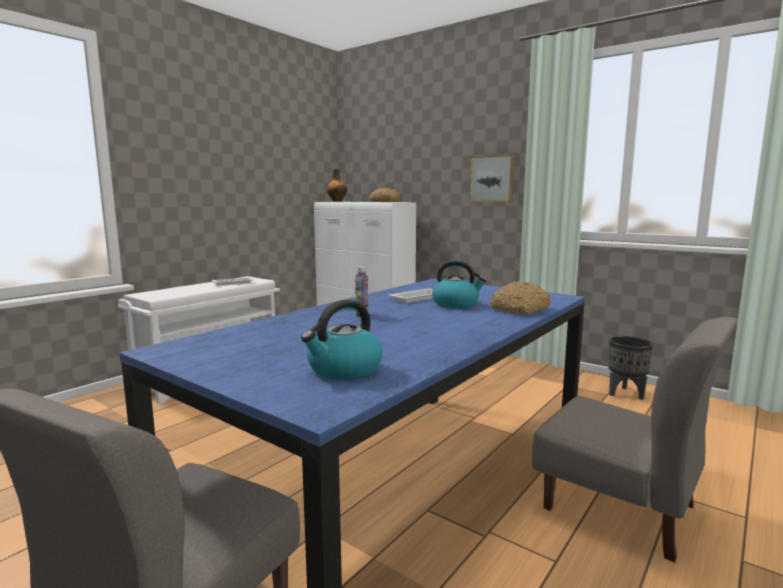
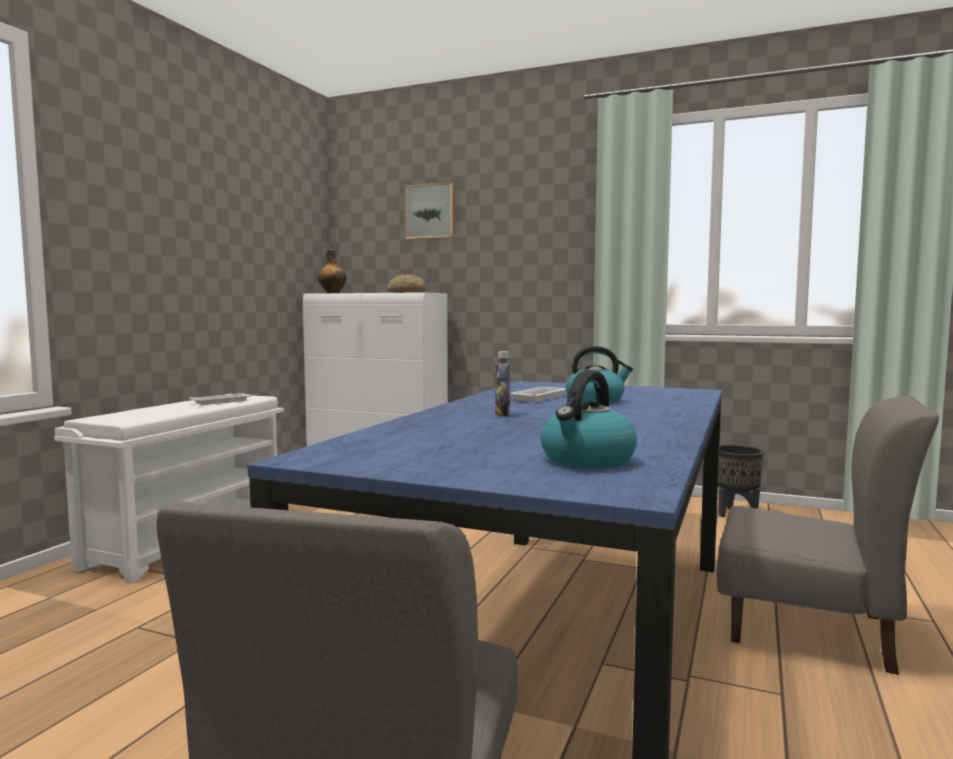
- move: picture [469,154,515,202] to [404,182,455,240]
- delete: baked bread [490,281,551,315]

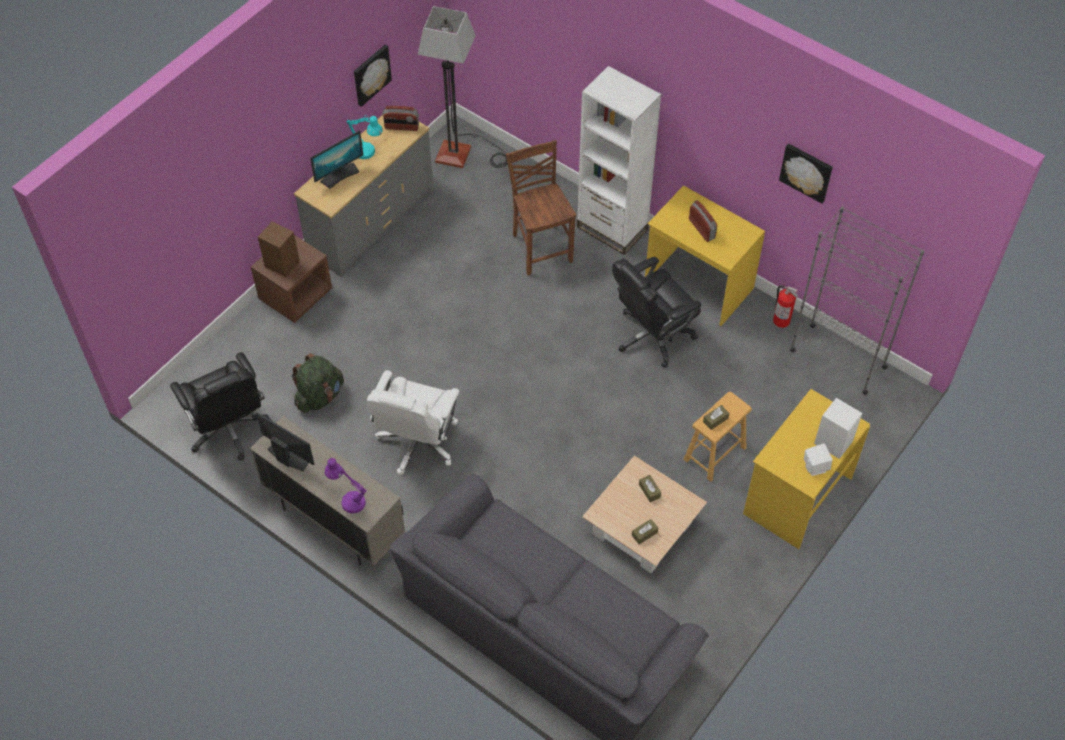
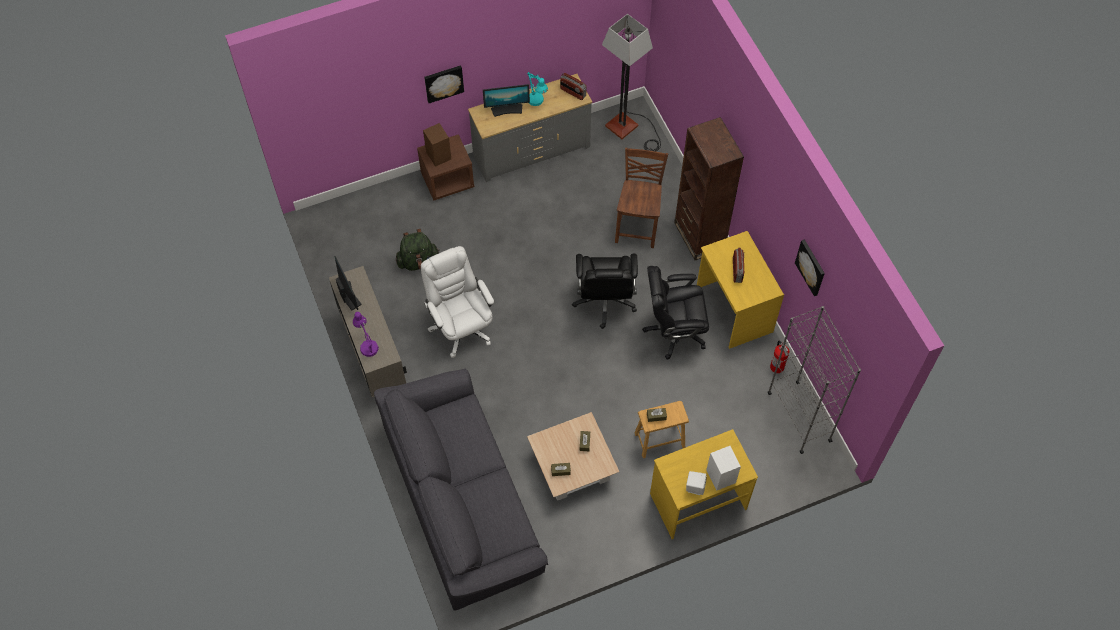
- rotate: computer chair/white-coloured [367,370,459,475] = [421,246,494,358] 105 degrees clockwise
- move: picture [354,45,392,107] to [424,65,464,103]
- move: computer chair/black-coloured [170,352,272,461] to [572,253,638,329]
- recolor: bookcase/white-coloured [577,66,661,255] to bookcase/brown [674,117,744,260]

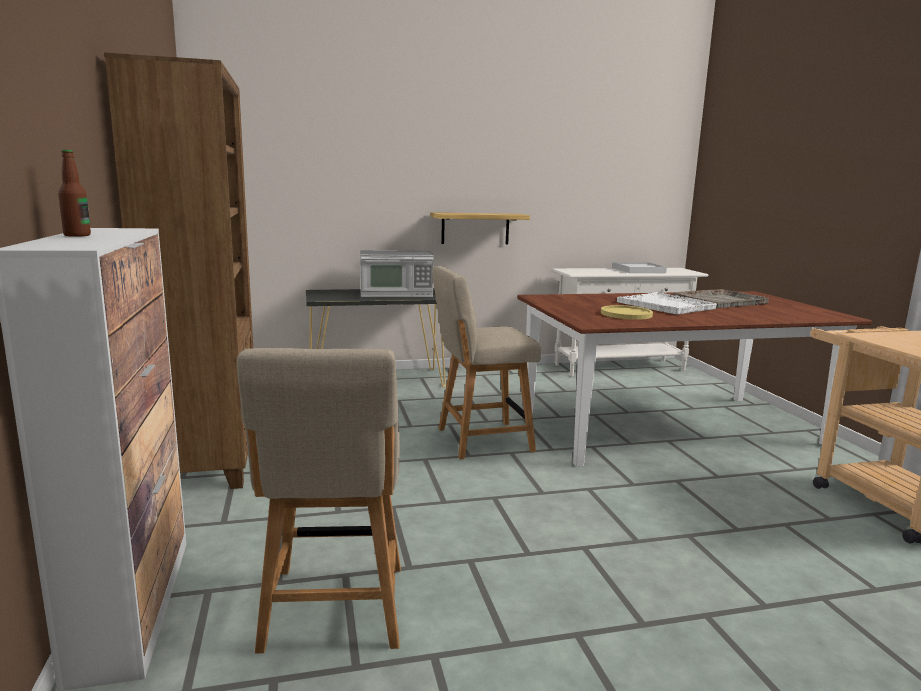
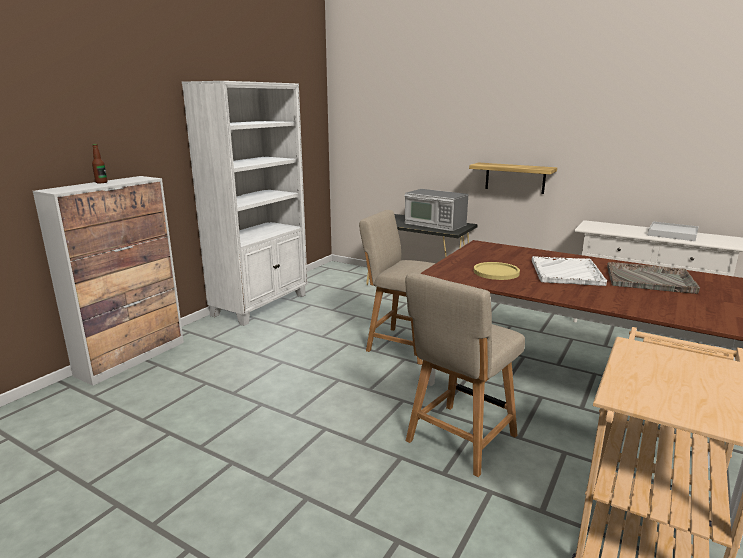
- recolor: bookcase/brown [104,52,253,489] to bookcase/white-coloured [182,81,308,326]
- move: upright chair/sand-coloured [237,348,401,654] to [405,272,525,477]

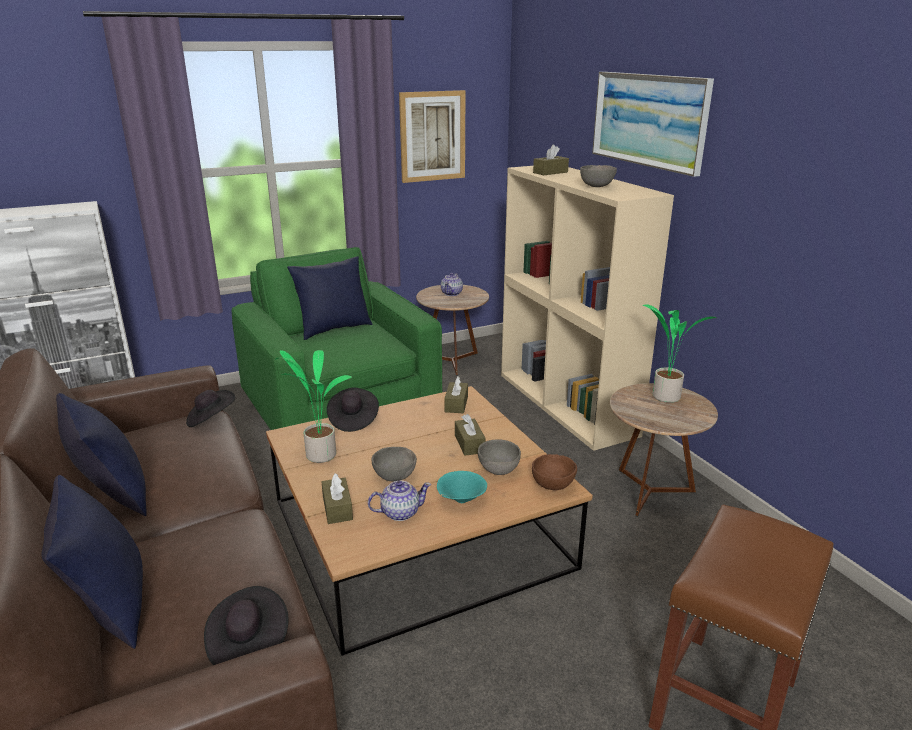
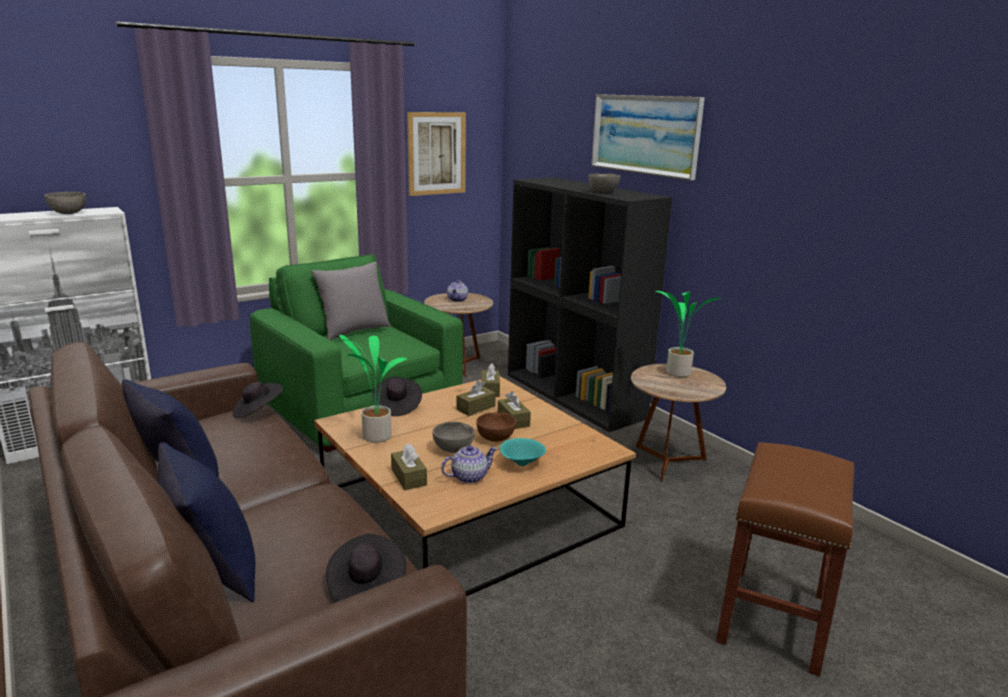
- move: bowl/gray [478,439,521,475] to [44,192,86,214]
- recolor: pillow/bluish [287,256,372,340] to pillow/gray [311,262,391,341]
- move: tissue box/brown [533,145,569,175] to [456,380,496,416]
- move: bowl/brown [532,454,577,490] to [476,412,516,442]
- recolor: bookcase/sand-coloured [501,166,674,451] to bookcase/black-coloured [508,177,672,432]

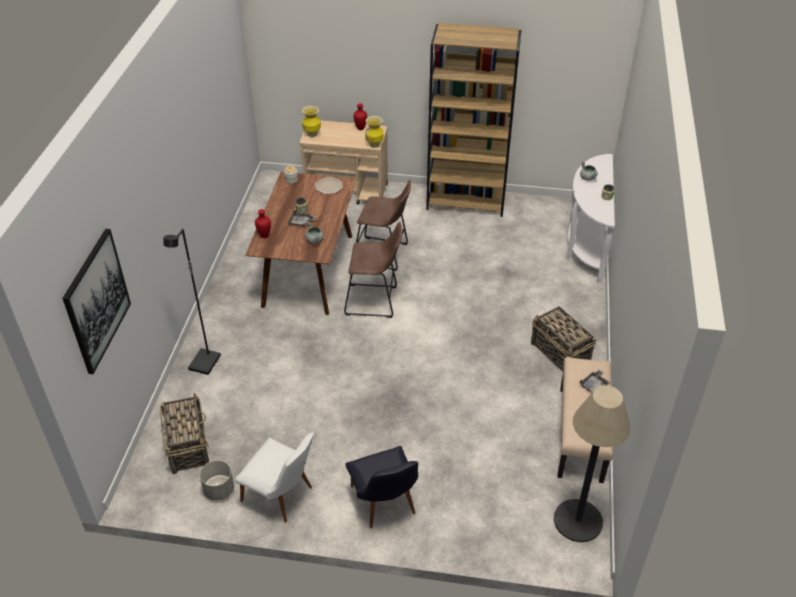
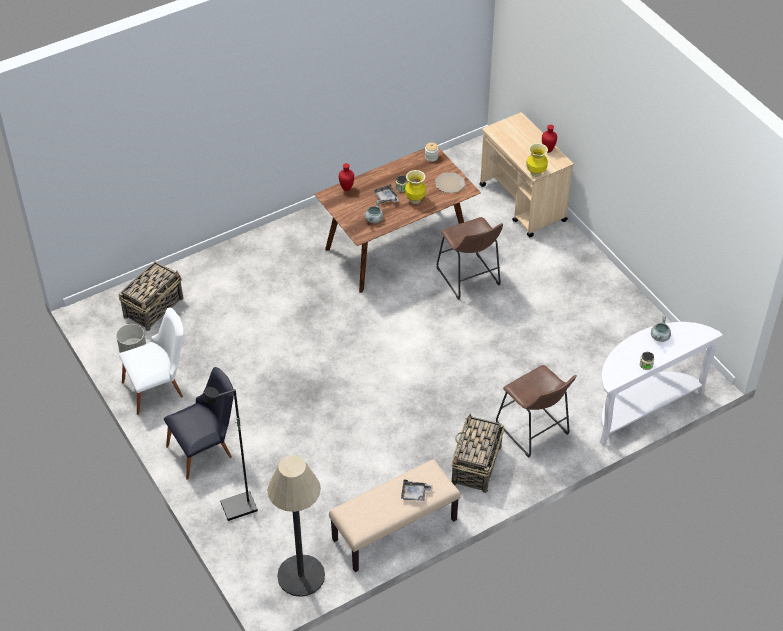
- rotate: upright chair/white-coloured [235,432,314,523] = [119,307,184,415] 105 degrees counterclockwise
- rotate: upright chair/black-coloured [346,446,418,528] = [164,367,234,480] 150 degrees counterclockwise
- move: floor lamp/black-coloured [164,229,221,375] to [202,387,258,521]
- move: decorative vase [302,106,321,137] to [405,170,426,204]
- move: stool seat/brown [344,222,402,318] to [496,365,577,458]
- delete: picture [62,229,131,374]
- delete: bookcase/brown [426,23,521,217]

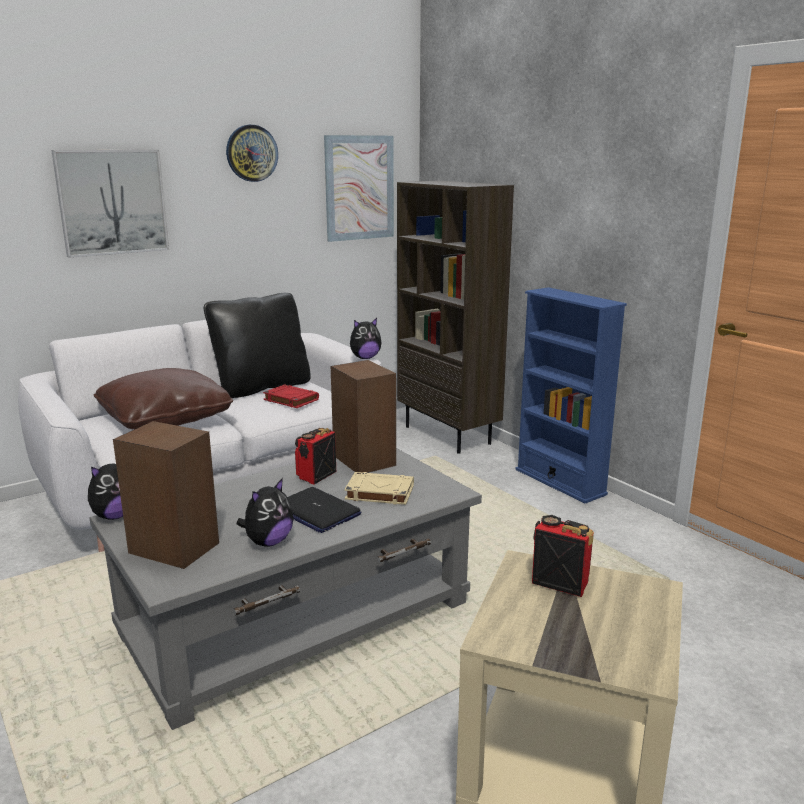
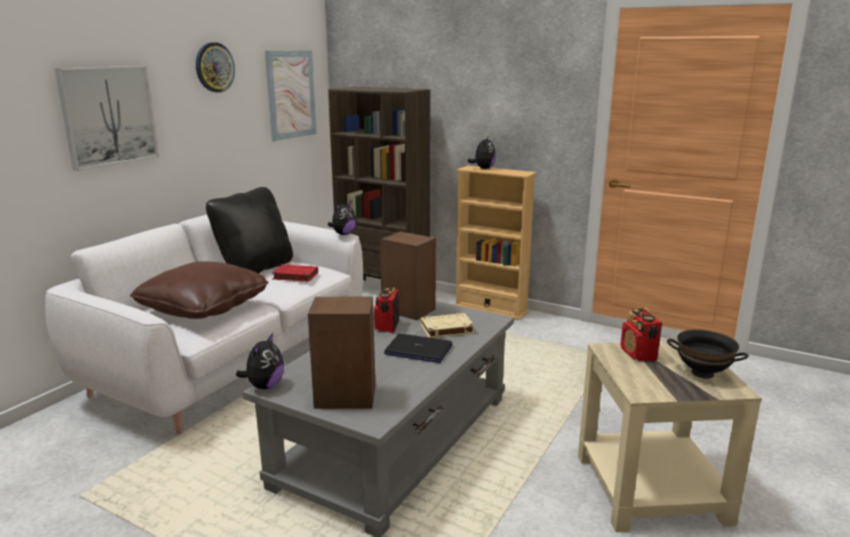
- recolor: bookcase/bluish [515,287,627,503] to bookcase/sand-coloured [454,166,536,320]
- move: soft toy [237,478,293,547] to [468,137,496,169]
- rotate: radio receiver [532,515,594,597] = [621,307,662,361] 105 degrees counterclockwise
- insert: bowl/black-coloured [667,329,749,379]

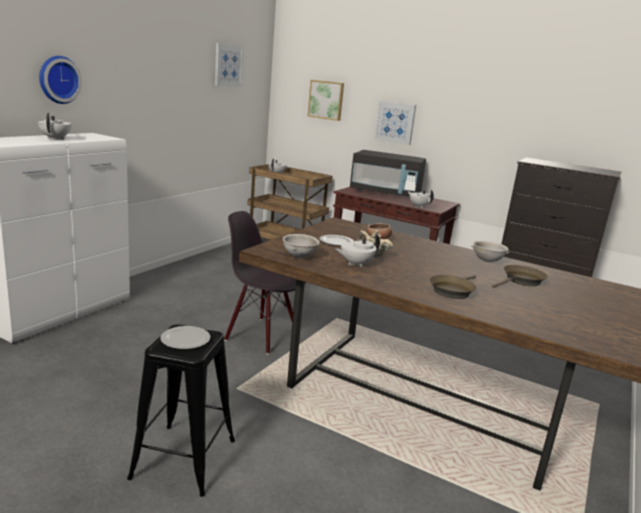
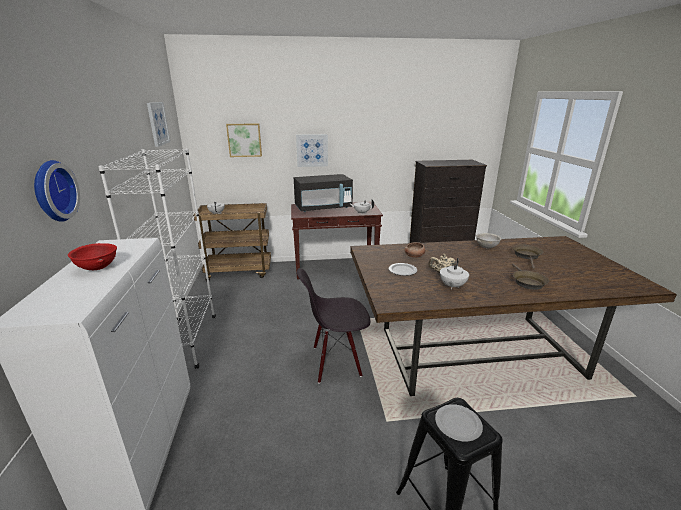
- replace: pot for tea/white-coloured [38,113,71,140] to bowl/red [68,243,117,270]
- insert: bookcase/white-coloured [99,148,216,369]
- delete: bowl/gray [283,234,320,258]

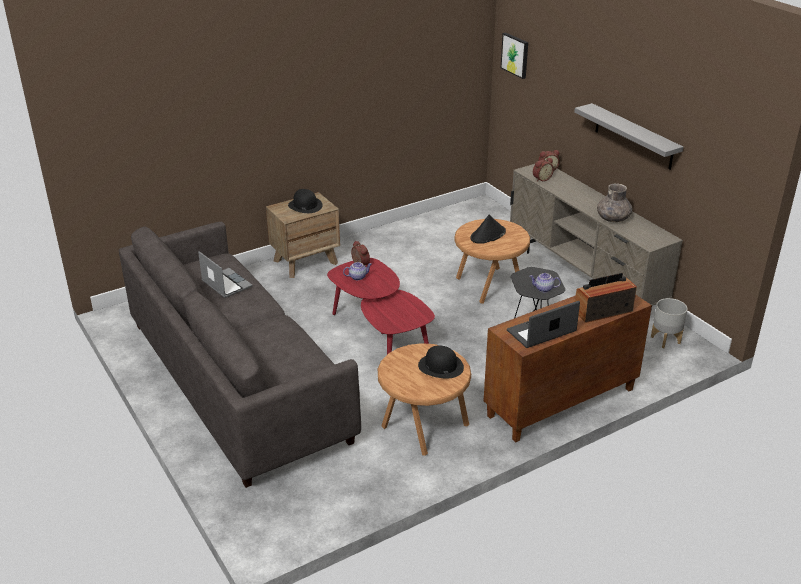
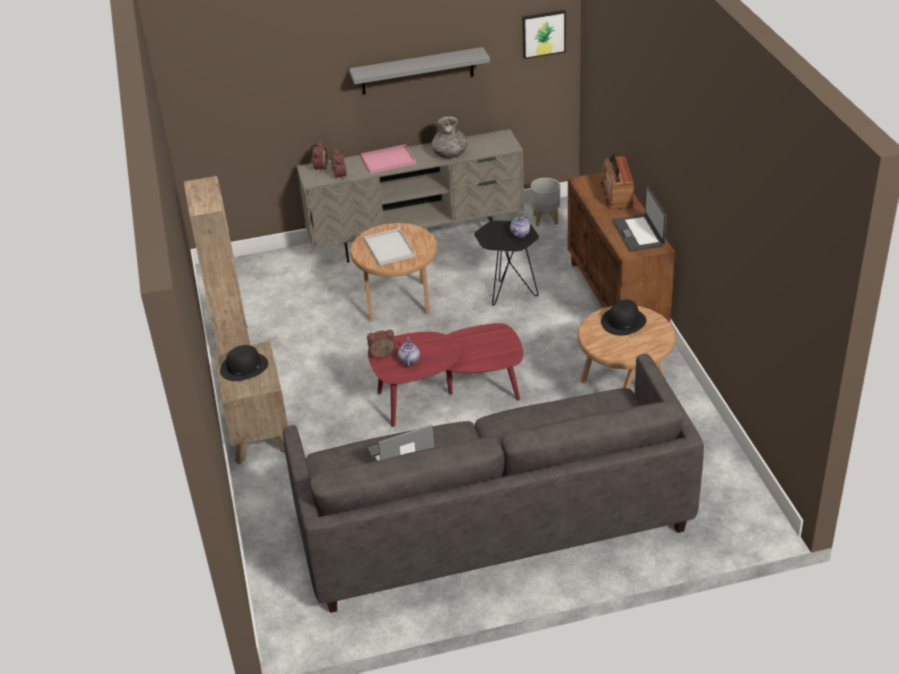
- insert: bookcase/brown [184,176,250,351]
- insert: serving tray/pink-coloured [361,144,416,174]
- replace: clothing hat/black-coloured [470,215,506,244] to serving tray/white-coloured [364,228,416,266]
- move: picture [501,33,528,79] to [522,10,566,59]

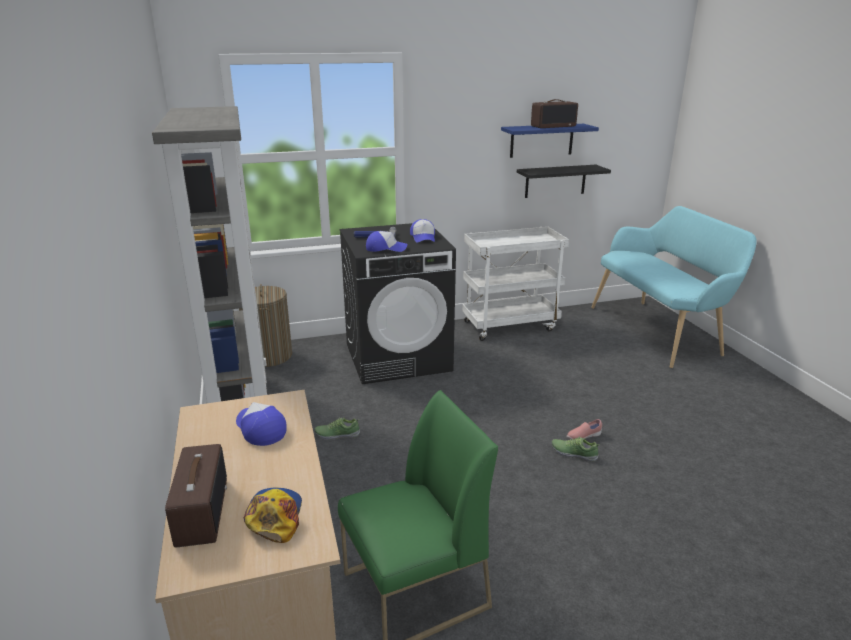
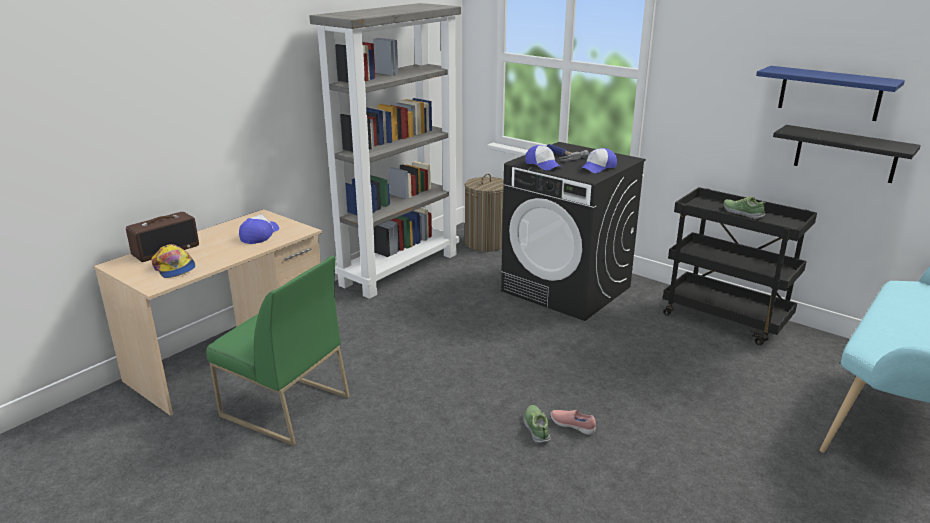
- rotate: peaked cap [244,488,302,543] = [151,244,196,278] 90 degrees clockwise
- recolor: wheeled cart/white-coloured [462,227,569,341] to wheeled cart/black-coloured [663,187,817,345]
- move: item of footwear [314,418,360,440] to [724,196,766,219]
- delete: radio receiver [531,99,578,128]

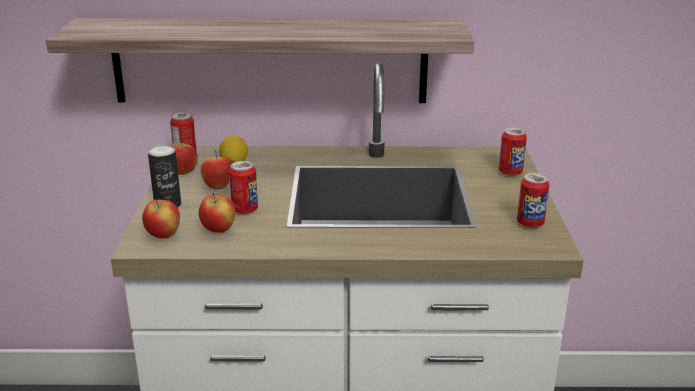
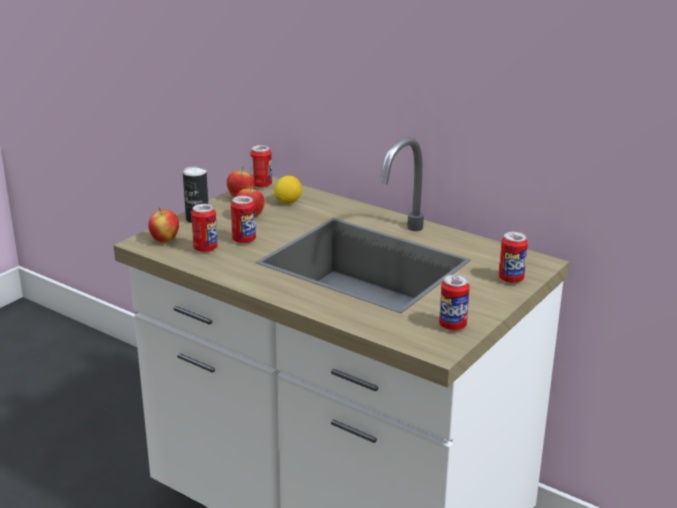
- replace: whole apple [199,193,235,233] to can [191,204,218,253]
- delete: bracket shelf [46,18,474,103]

